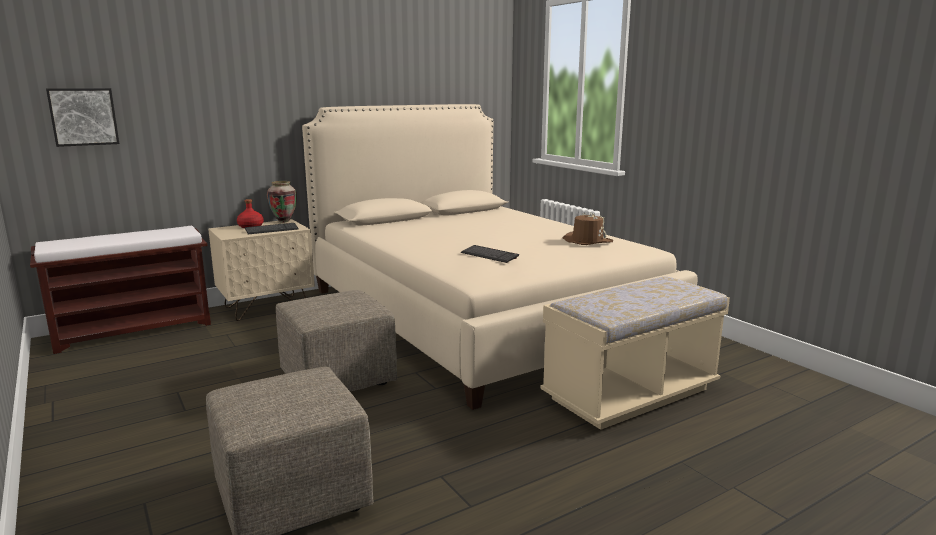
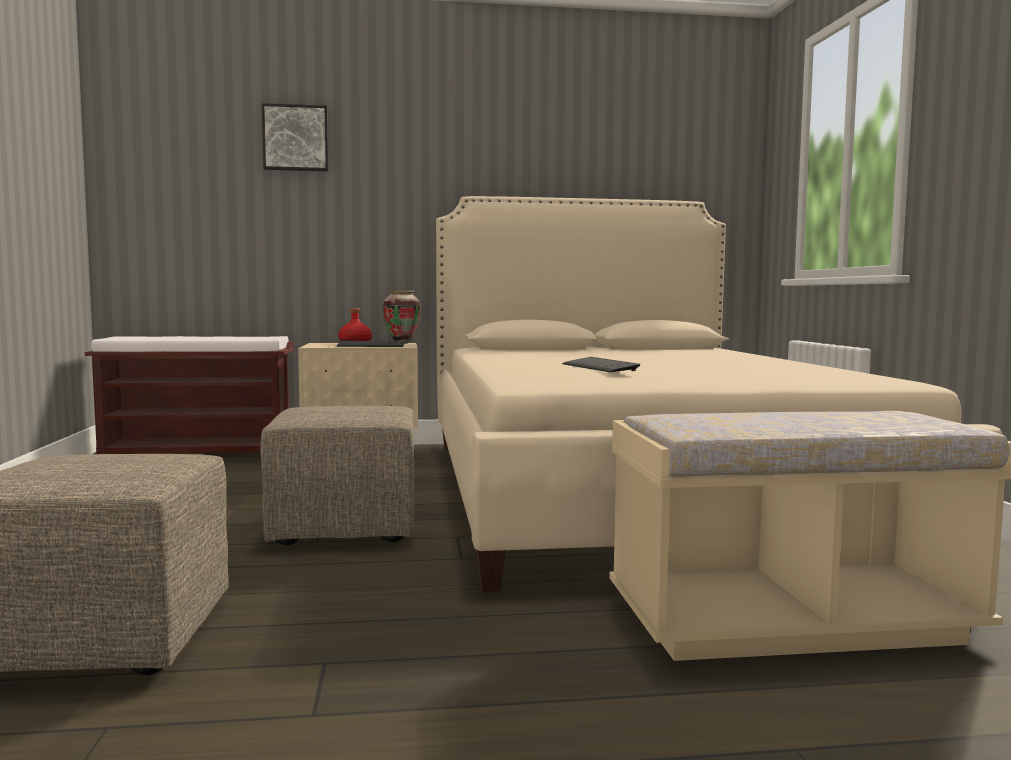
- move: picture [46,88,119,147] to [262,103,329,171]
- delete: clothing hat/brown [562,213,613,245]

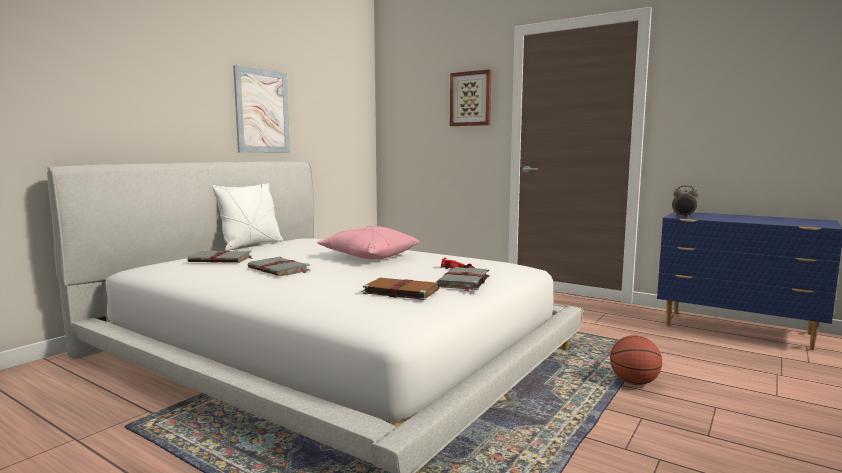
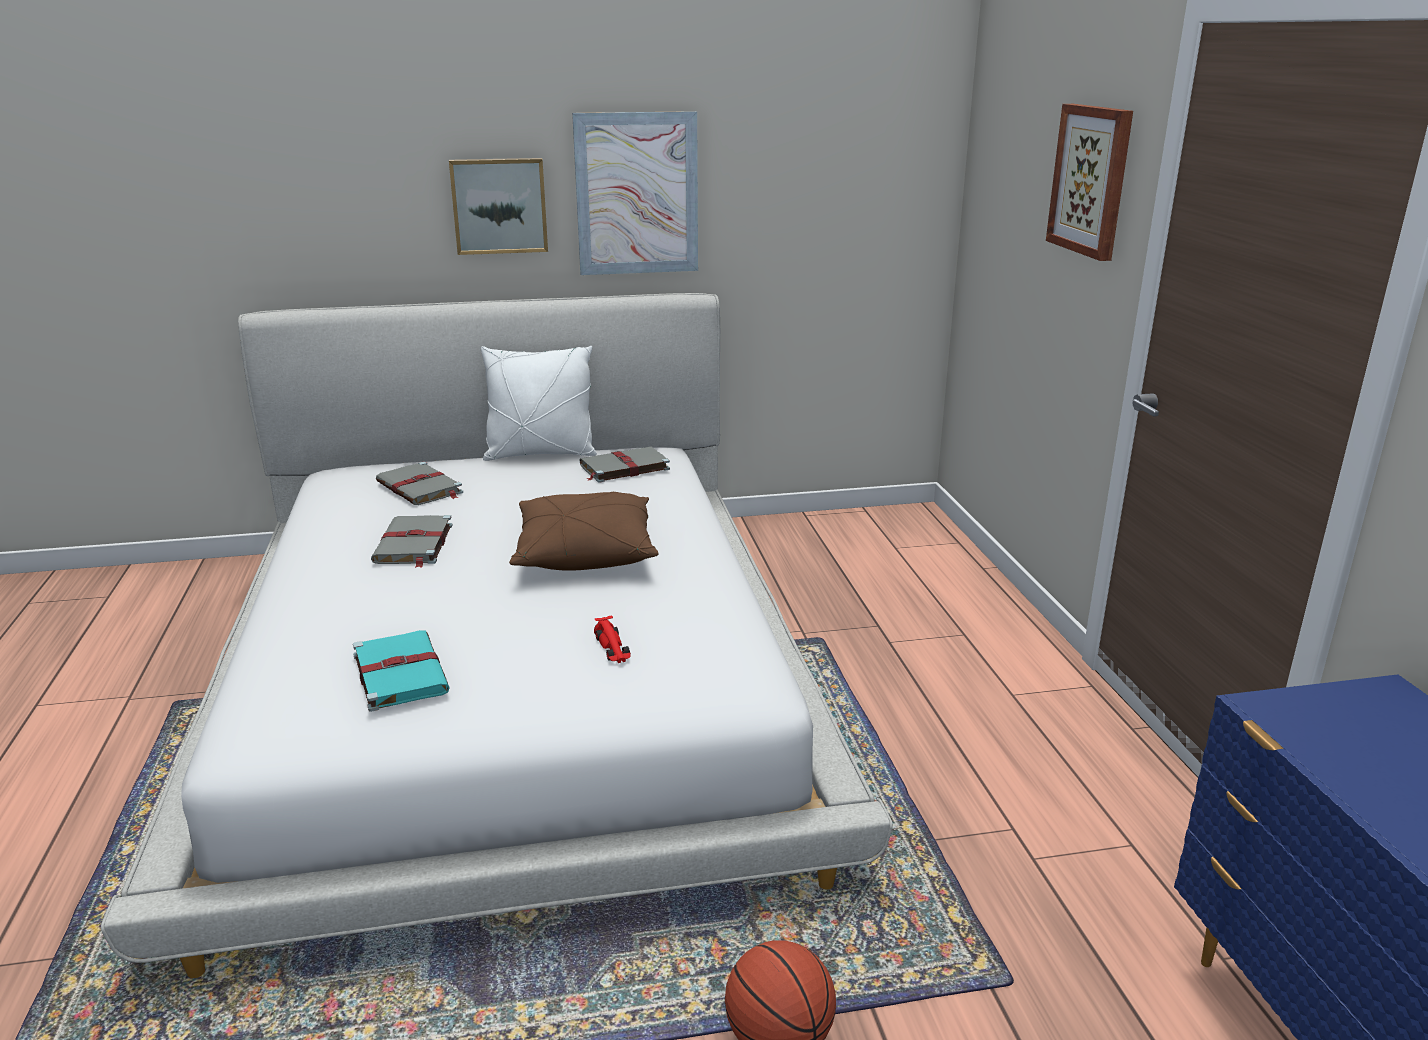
- recolor: bound book/brown [363,278,440,301] to bound book/blue-green [353,630,450,712]
- insert: picture [449,158,548,255]
- recolor: pillow/pink-coloured [317,226,420,259] to pillow/brown [509,492,659,571]
- move: bound book/gray [436,267,490,291] to [580,446,670,483]
- delete: alarm clock [672,186,698,218]

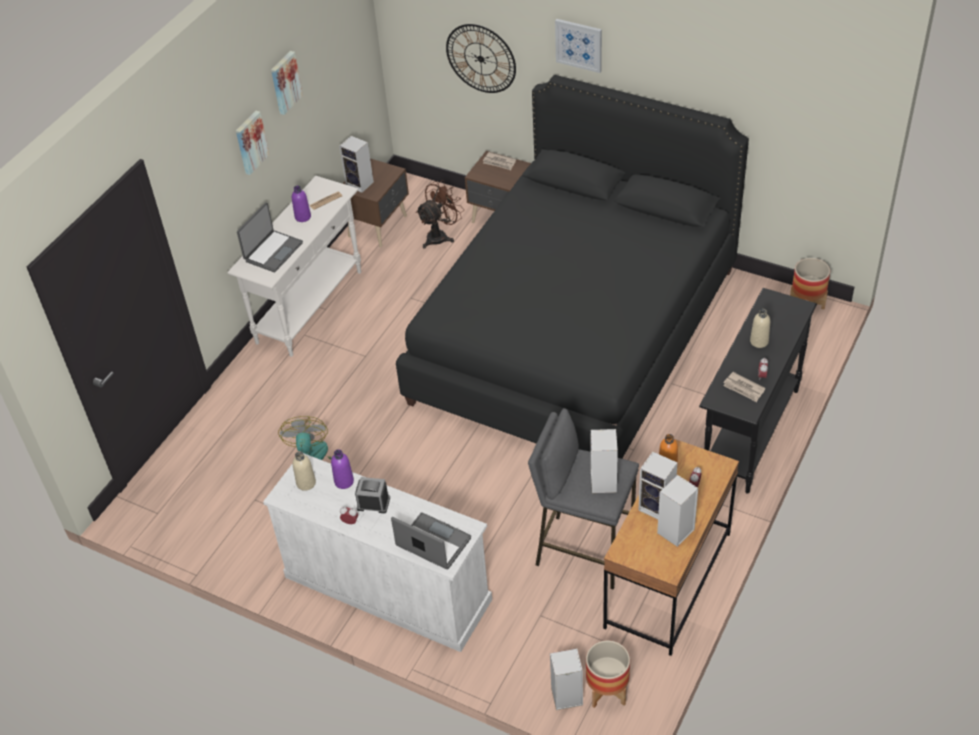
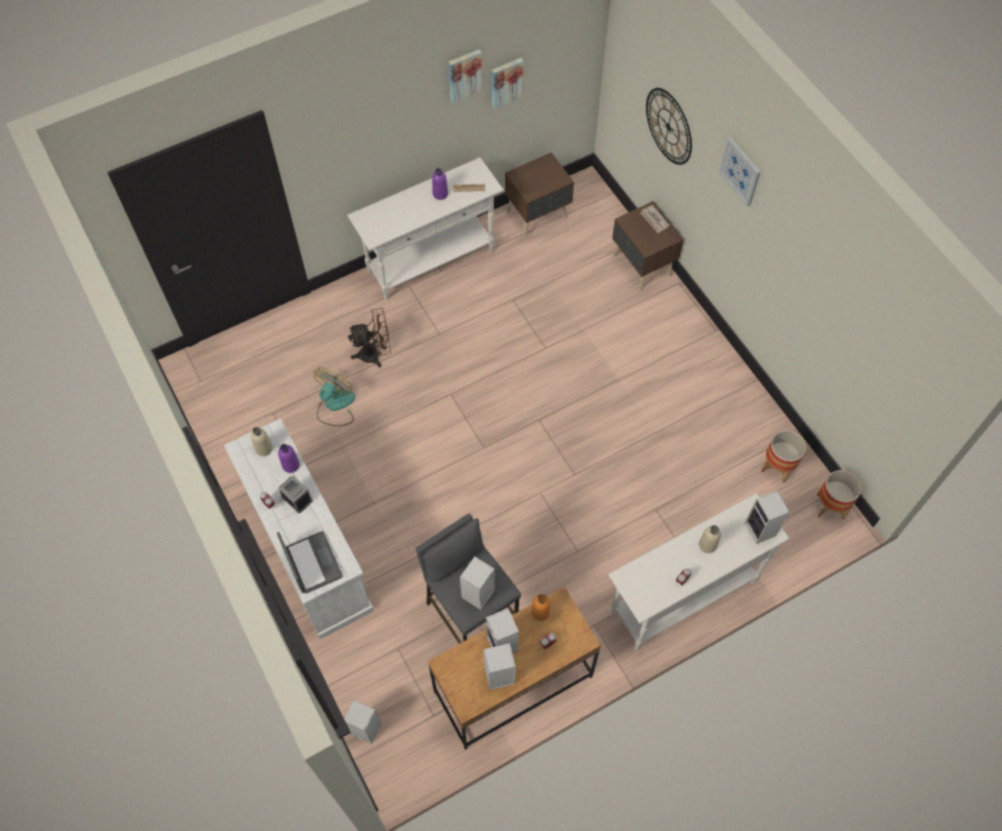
- move: cooling fan/brown [416,180,464,249] to [348,308,391,367]
- move: picture [236,111,270,175] to [492,58,523,109]
- recolor: hall table/black-coloured [699,288,817,494] to hall table/white-coloured [608,493,790,651]
- move: speaker [339,136,374,193] to [745,491,790,544]
- move: flower pot [586,640,630,708] to [761,430,806,483]
- delete: laptop [237,202,303,272]
- delete: bed/black-coloured [396,75,749,459]
- delete: daily paper [723,372,765,402]

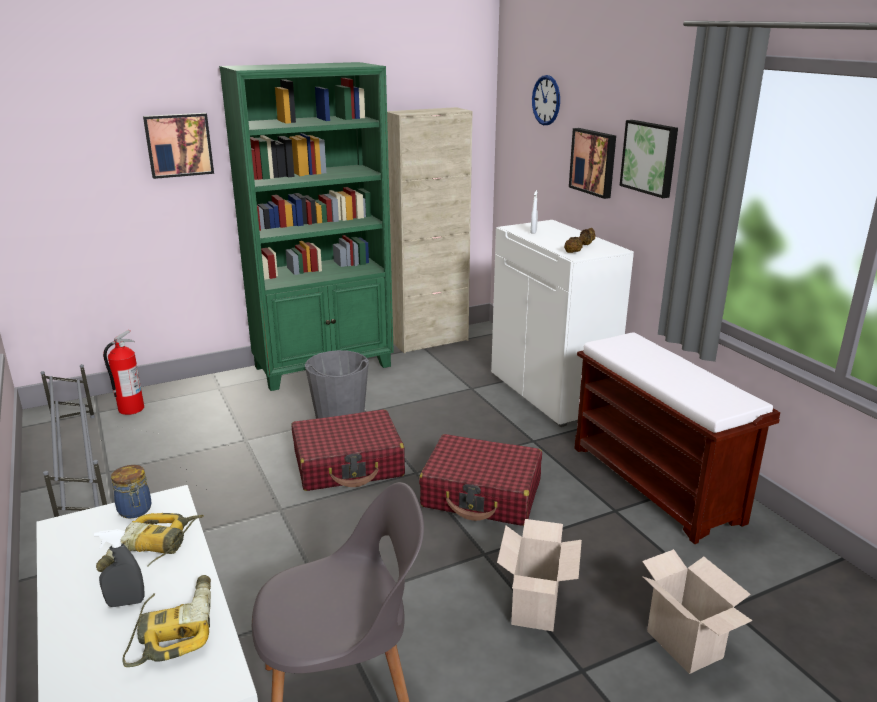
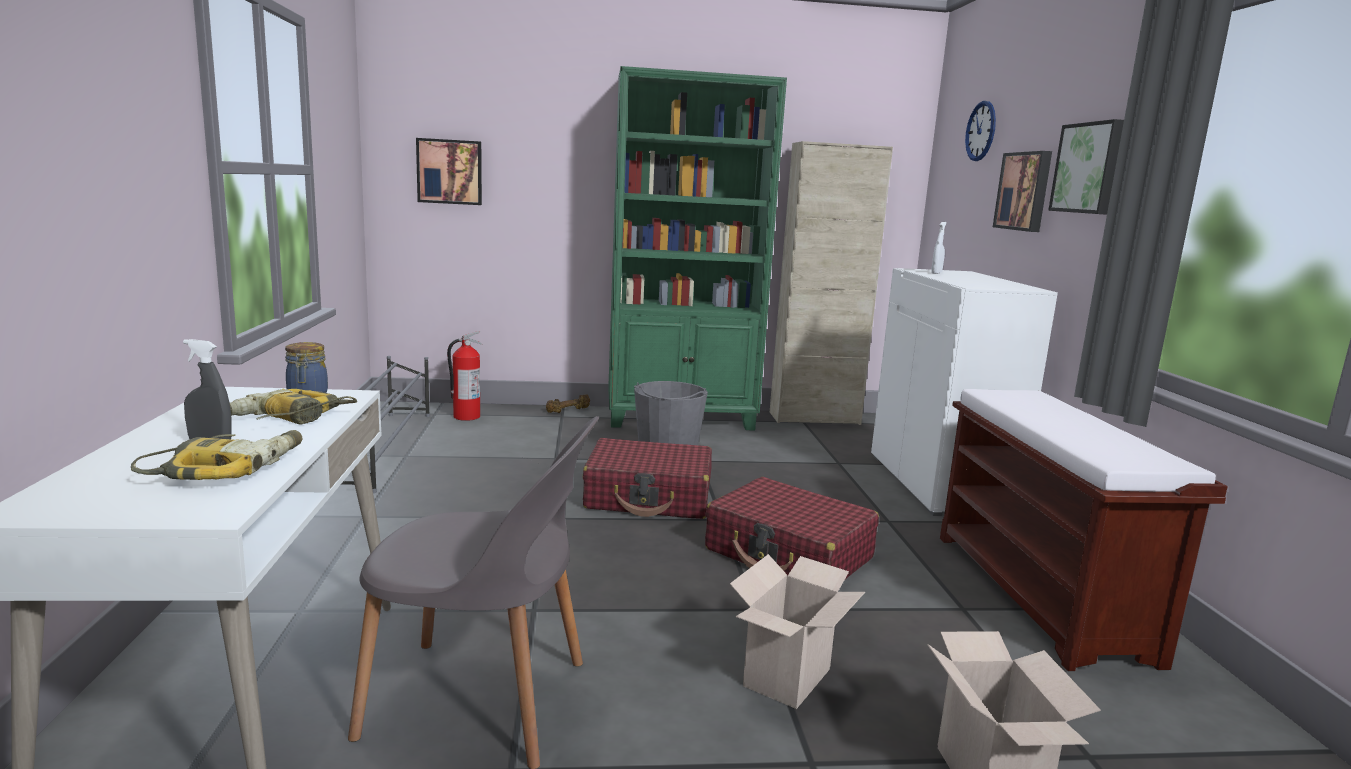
- move: picture [143,113,214,179] to [416,138,482,205]
- move: hand weight/brown [564,228,596,253] to [546,394,590,413]

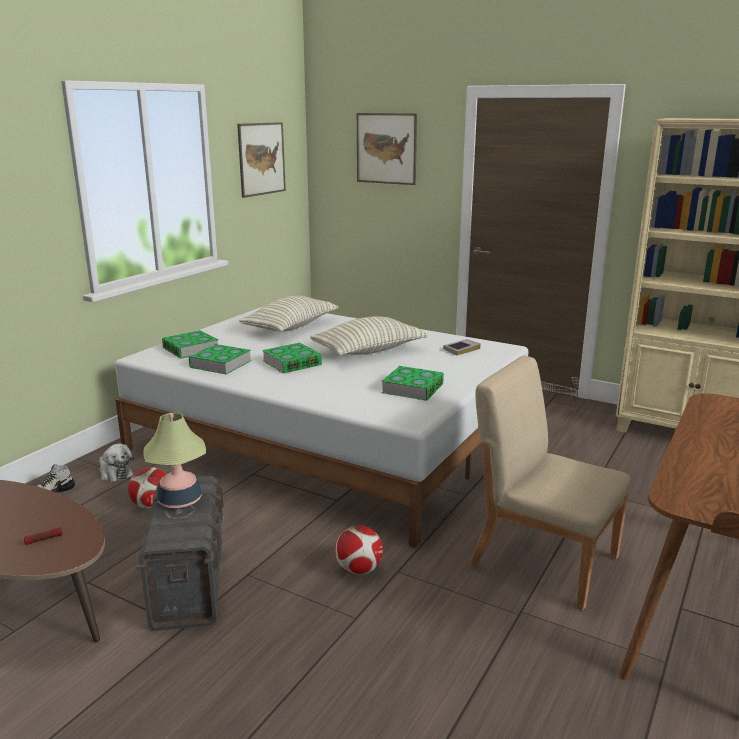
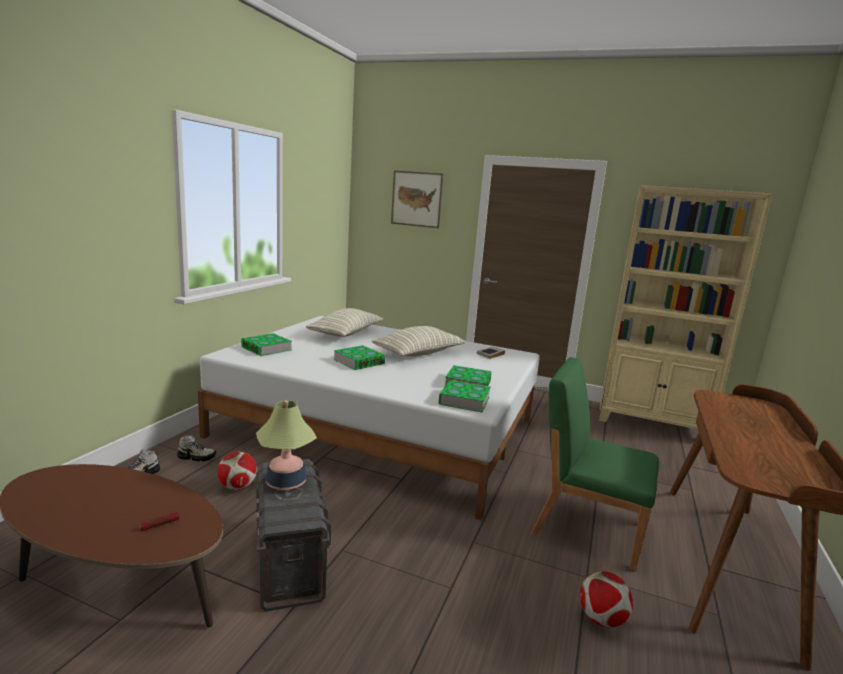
- replace: soft toy [99,444,134,482] to item of footwear [177,434,216,461]
- move: bound book [189,344,252,374] to [438,380,491,412]
- recolor: upright chair/sand-coloured [470,356,631,610] to upright chair/green [531,357,659,571]
- move: ball for football [335,525,383,575] to [580,571,633,628]
- delete: picture [237,122,286,198]

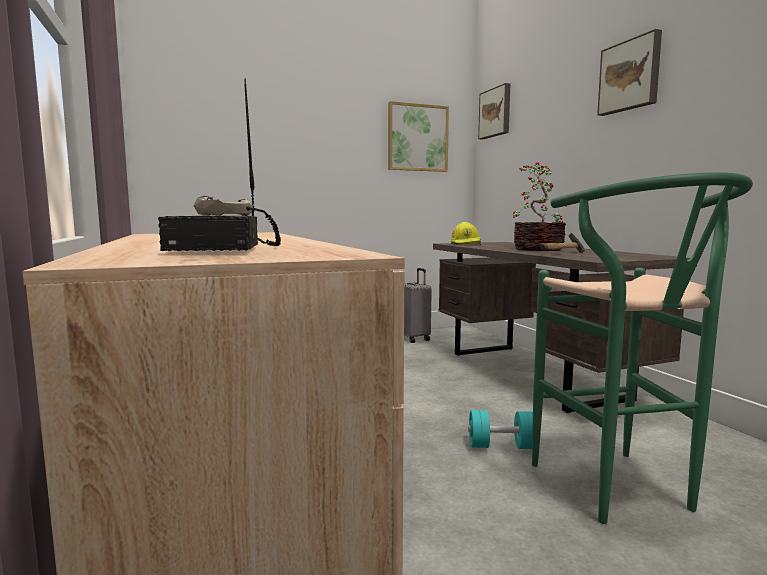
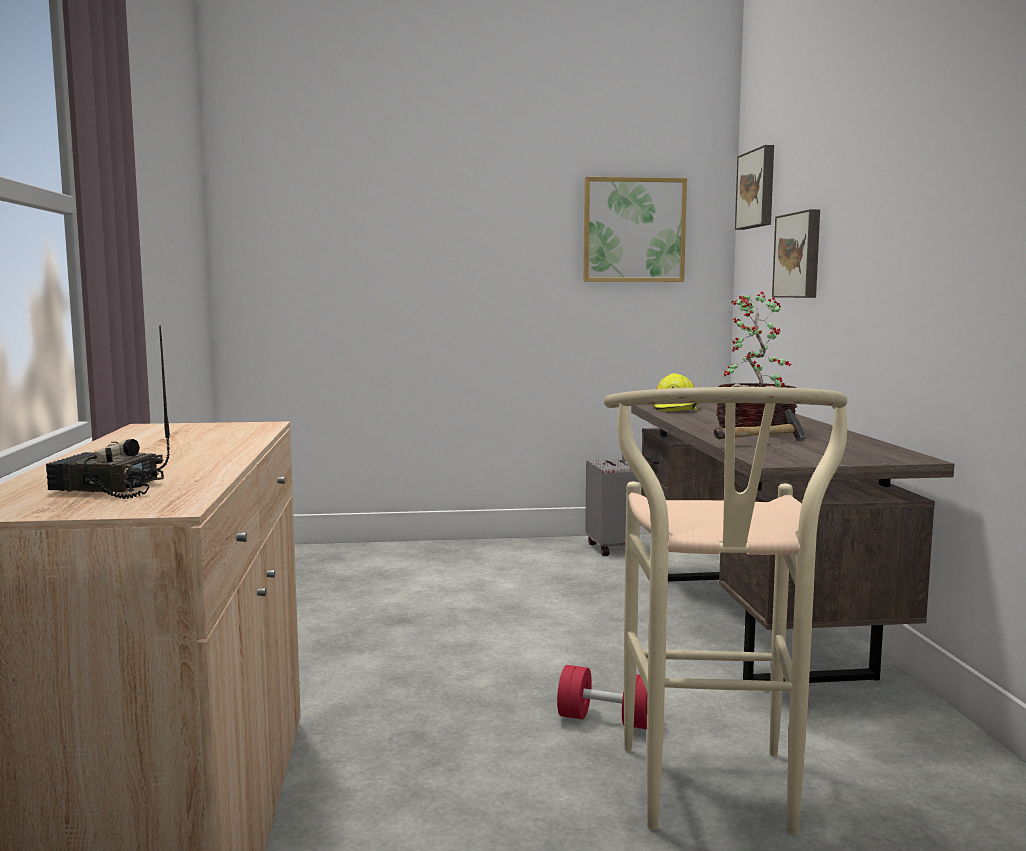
- rotate: radio receiver [158,78,281,251] = [46,325,170,499] 90 degrees clockwise
- recolor: hand weight/blue-green [468,410,533,449] to hand weight/red [557,665,647,729]
- recolor: stool seat/green [532,172,753,524] to stool seat/sand-coloured [604,387,847,835]
- move: picture [597,29,662,116] to [772,209,820,298]

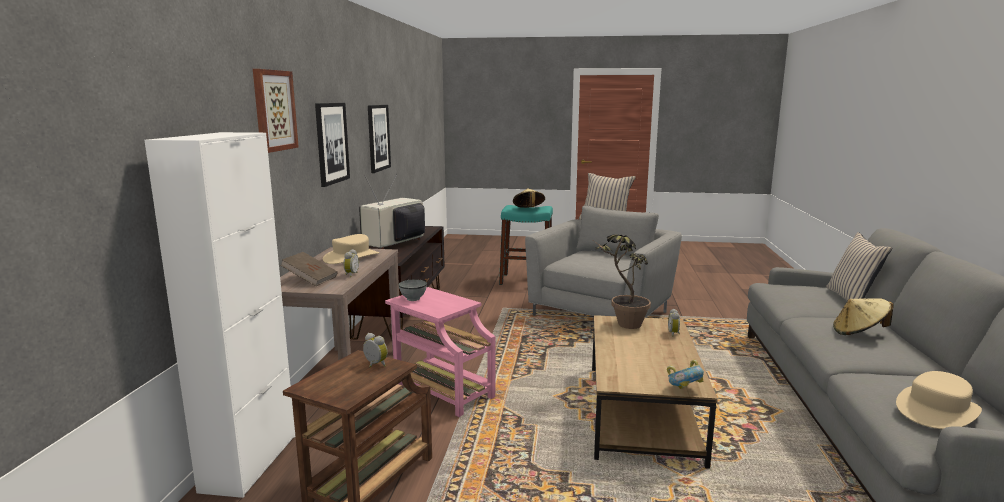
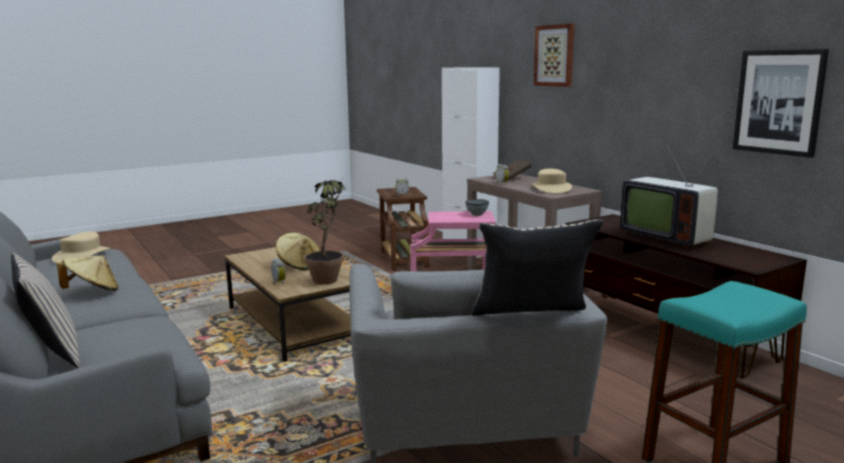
- move: clothing hat/sand-coloured [513,188,545,208] to [276,233,320,270]
- rotate: TV set [359,174,425,249] = [620,145,718,249] 150 degrees clockwise
- delete: picture [315,103,350,187]
- delete: bowl [667,360,704,389]

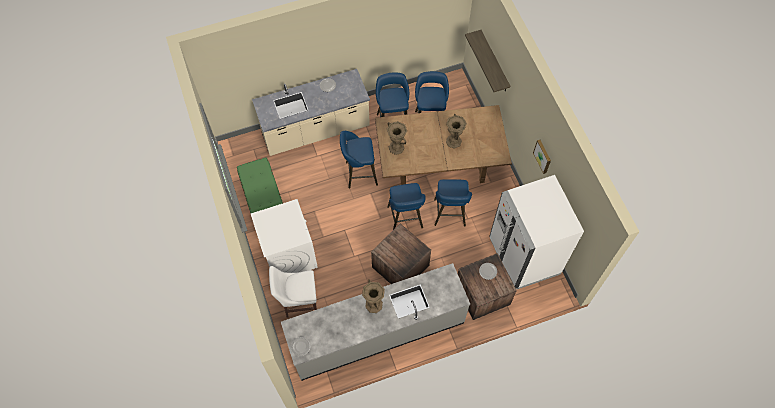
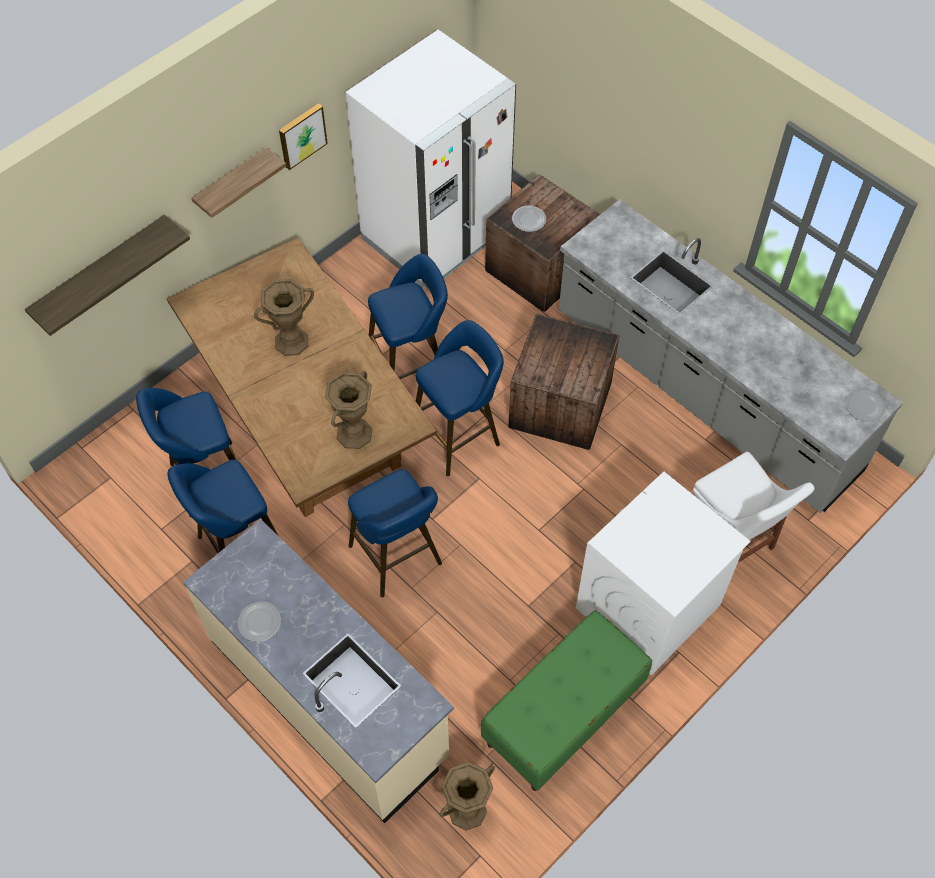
- insert: bracket shelf [192,147,286,218]
- move: decorative vase/brown [362,279,385,313] to [440,762,495,831]

